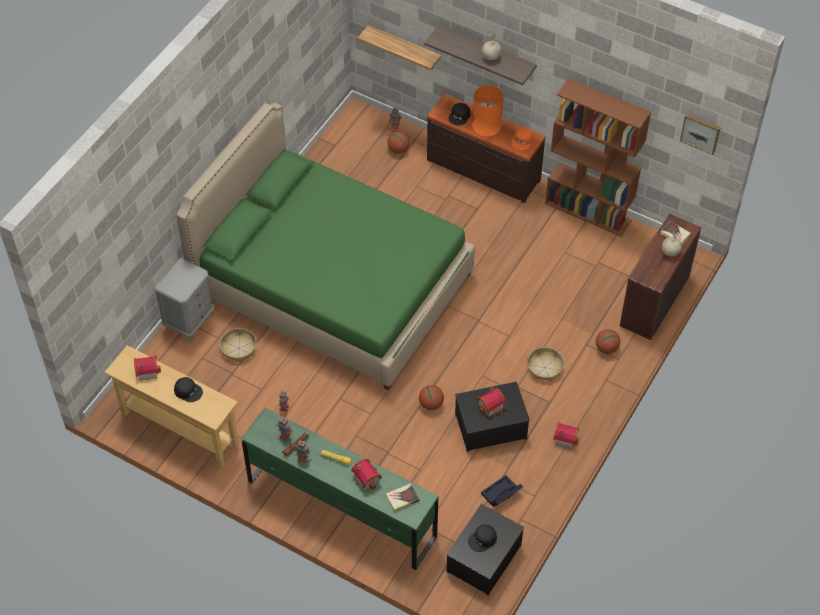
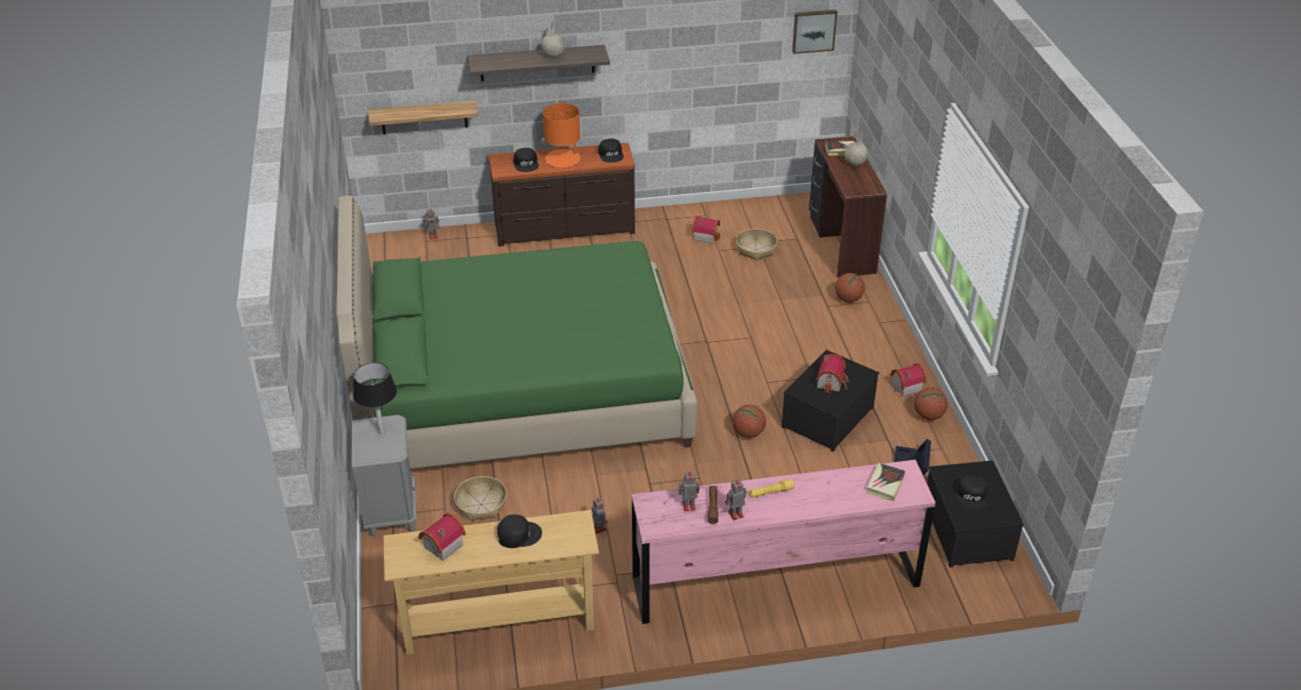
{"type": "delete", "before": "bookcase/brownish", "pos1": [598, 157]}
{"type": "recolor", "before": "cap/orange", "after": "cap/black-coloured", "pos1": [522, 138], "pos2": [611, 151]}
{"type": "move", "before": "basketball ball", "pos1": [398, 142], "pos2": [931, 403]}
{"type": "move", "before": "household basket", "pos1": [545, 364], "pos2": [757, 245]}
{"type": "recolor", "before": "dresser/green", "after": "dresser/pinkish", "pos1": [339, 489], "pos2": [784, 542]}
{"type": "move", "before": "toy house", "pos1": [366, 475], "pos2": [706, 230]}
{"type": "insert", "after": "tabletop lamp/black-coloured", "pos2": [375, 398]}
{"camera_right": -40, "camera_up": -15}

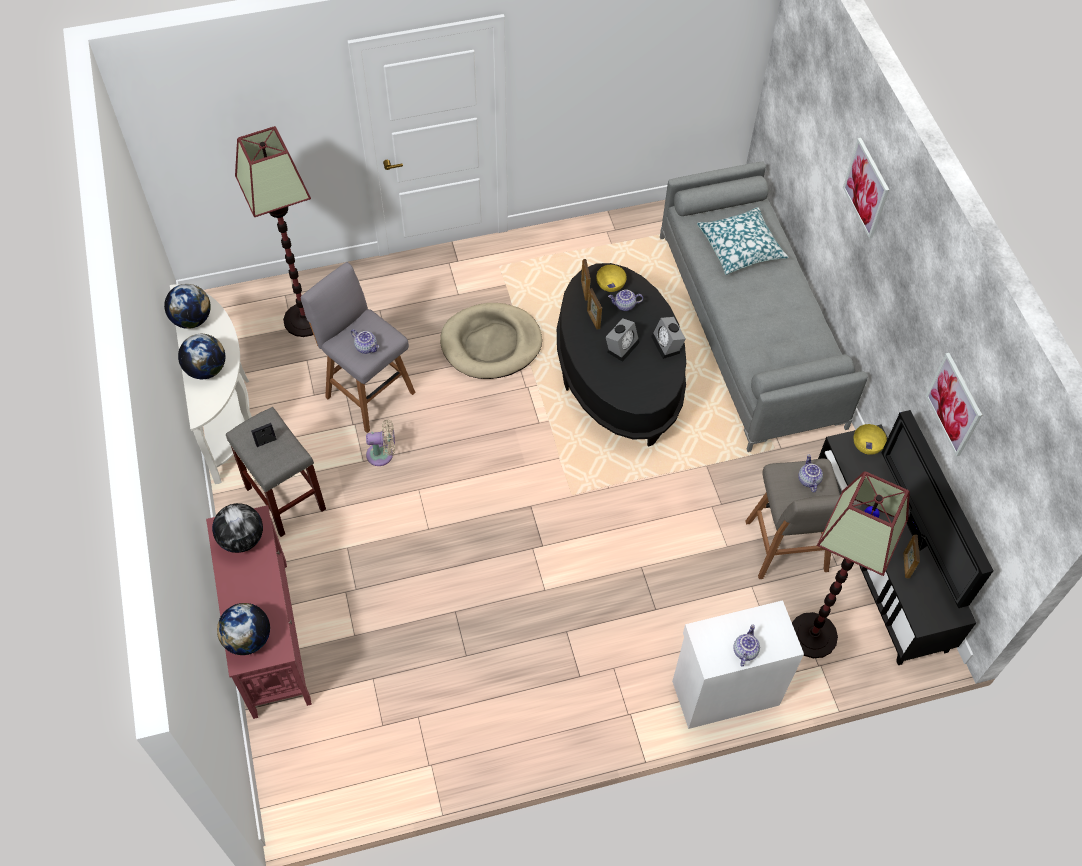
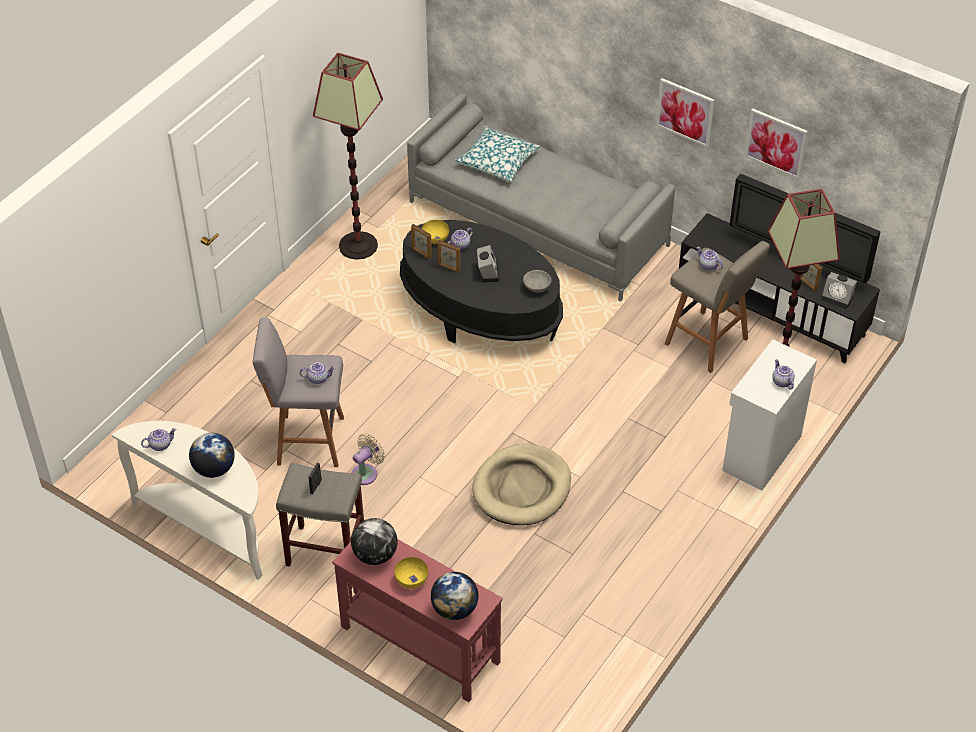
{"type": "move", "before": "floor lamp", "pos1": [274, 231], "pos2": [348, 156]}
{"type": "move", "before": "wall picture", "pos1": [866, 188], "pos2": [685, 112]}
{"type": "replace", "before": "desk globe", "after": "pot for tea", "pos1": [187, 306], "pos2": [158, 439]}
{"type": "move", "before": "dog cushion/beige", "pos1": [491, 341], "pos2": [521, 484]}
{"type": "move", "before": "table clock", "pos1": [668, 338], "pos2": [839, 290]}
{"type": "move", "before": "serving bowl/yellow-coloured", "pos1": [870, 439], "pos2": [411, 573]}
{"type": "insert", "after": "serving bowl/gray", "pos2": [537, 281]}
{"camera_right": -40, "camera_up": -10}

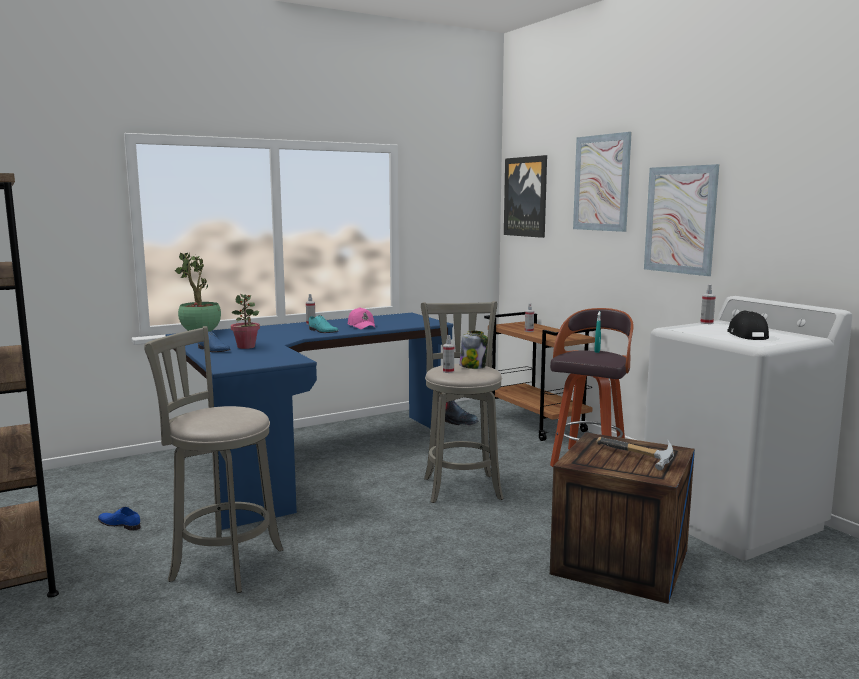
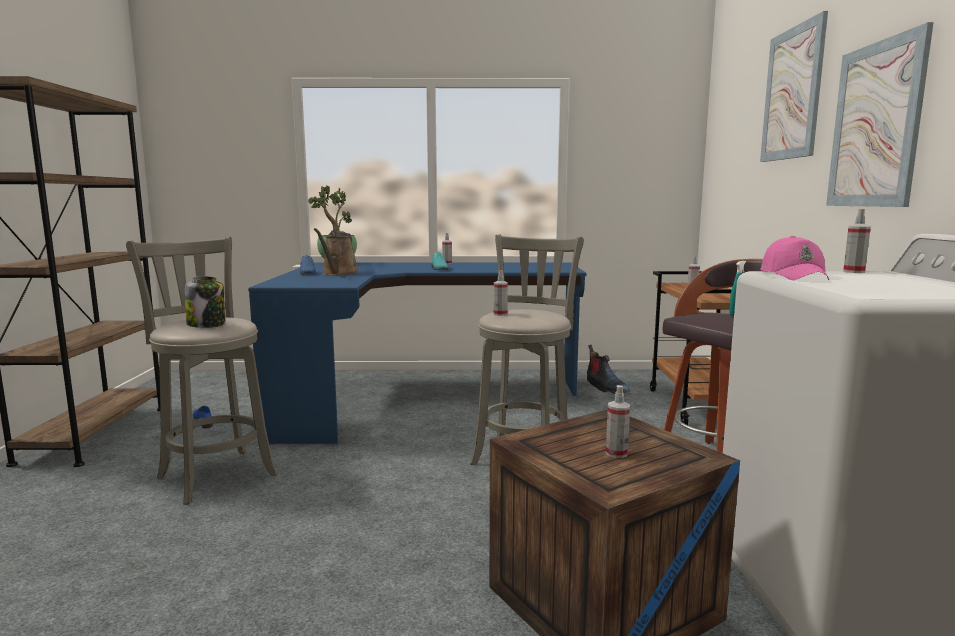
{"type": "delete", "before": "wall picture", "pos1": [525, 196]}
{"type": "replace", "before": "plant in a pot", "after": "watering can/brownish", "pos1": [245, 321], "pos2": [336, 251]}
{"type": "move", "before": "cap/pinkish", "pos1": [361, 318], "pos2": [794, 258]}
{"type": "delete", "before": "cap/black-coloured", "pos1": [748, 325]}
{"type": "move", "before": "jar", "pos1": [473, 349], "pos2": [205, 302]}
{"type": "replace", "before": "hammer", "after": "hand sprayer", "pos1": [635, 454], "pos2": [618, 421]}
{"camera_right": 30, "camera_up": 0}

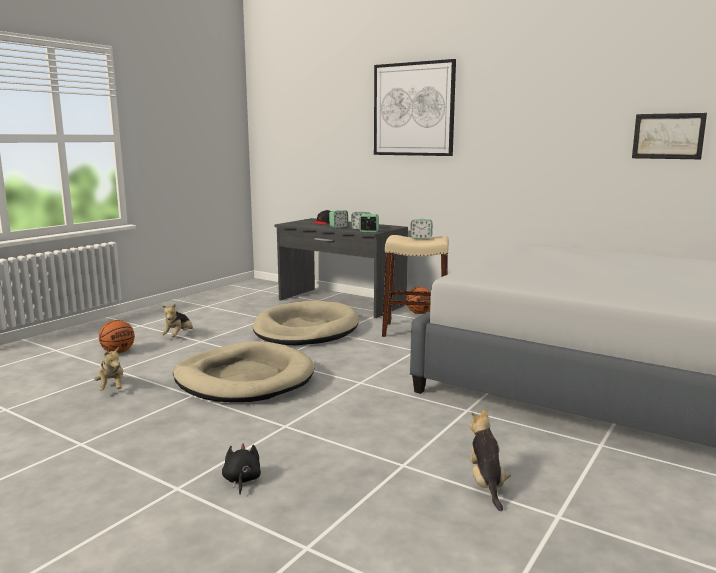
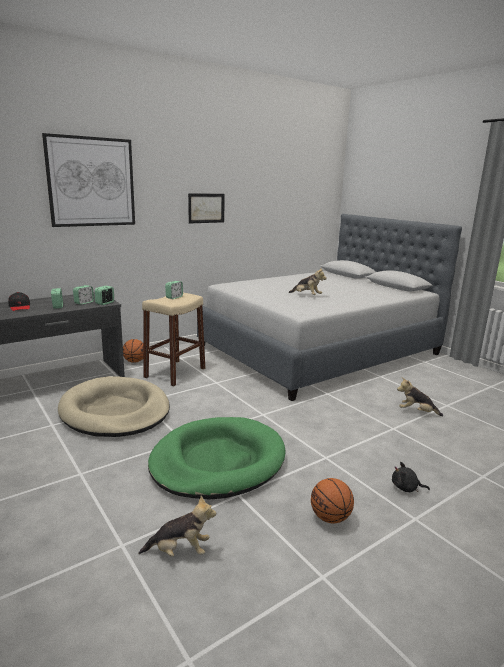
{"type": "move", "before": "wall picture", "pos1": [669, 136], "pos2": [206, 208]}
{"type": "move", "before": "cuddly toy", "pos1": [177, 320], "pos2": [307, 281]}
{"type": "move", "before": "basketball ball", "pos1": [117, 336], "pos2": [332, 500]}
{"type": "recolor", "before": "dog cushion/beige", "after": "dog cushion/green", "pos1": [244, 372], "pos2": [217, 458]}
{"camera_right": -70, "camera_up": 5}

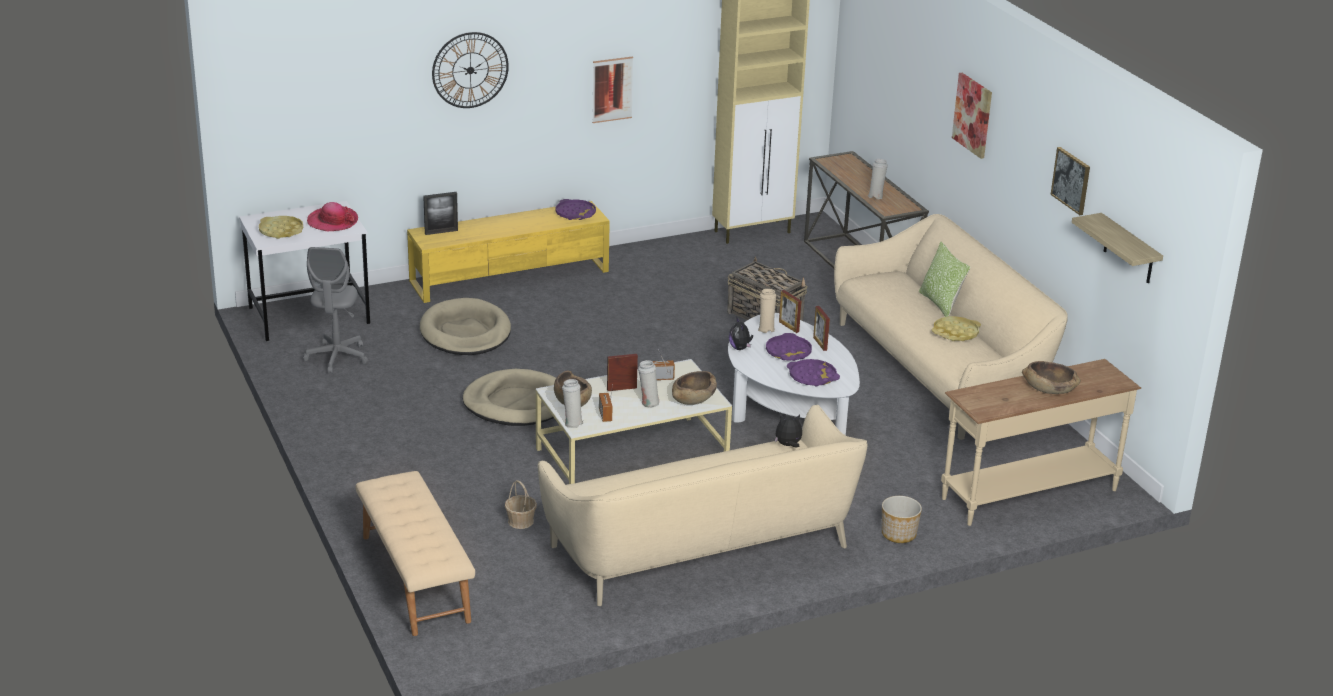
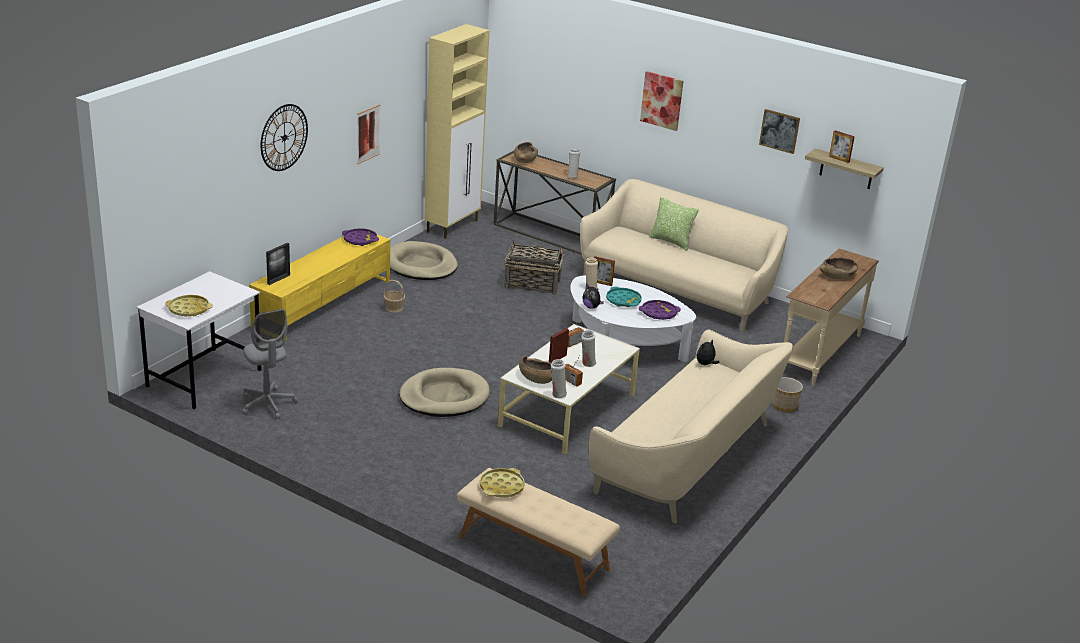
{"type": "delete", "before": "clothing hat", "pos1": [332, 216]}
{"type": "move", "before": "dog cushion/beige", "pos1": [465, 326], "pos2": [424, 260]}
{"type": "move", "before": "picture frame", "pos1": [821, 328], "pos2": [842, 146]}
{"type": "move", "before": "serving tray/yellow-coloured", "pos1": [956, 328], "pos2": [502, 483]}
{"type": "recolor", "before": "serving tray/purplish", "after": "serving tray/turquoise", "pos1": [789, 347], "pos2": [624, 297]}
{"type": "move", "before": "serving bowl/brownish", "pos1": [694, 388], "pos2": [526, 152]}
{"type": "move", "before": "household basket", "pos1": [521, 504], "pos2": [394, 296]}
{"camera_right": -35, "camera_up": 0}

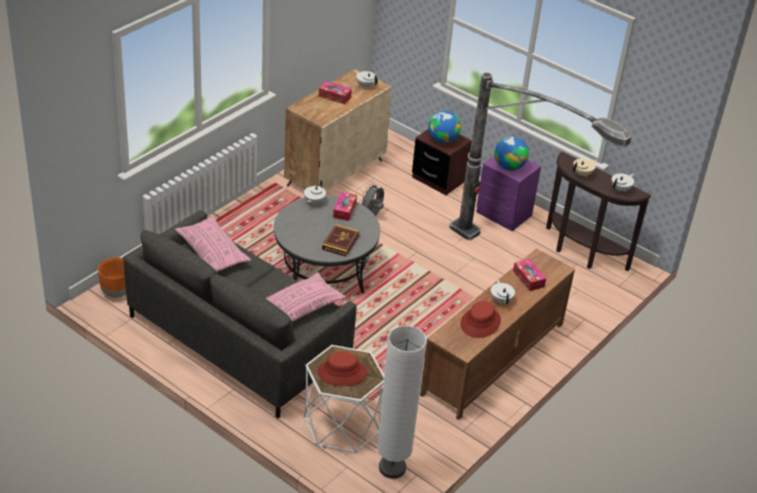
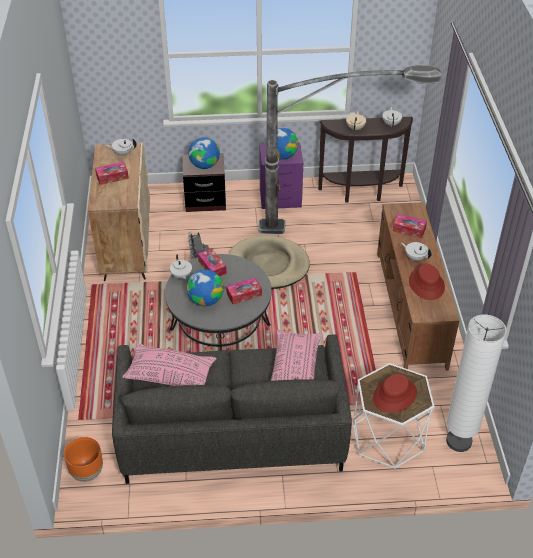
{"type": "replace", "before": "volume", "after": "box of tissues", "pos1": [341, 240], "pos2": [244, 291]}
{"type": "insert", "after": "dog cushion/beige", "pos2": [269, 262]}
{"type": "insert", "after": "desk globe", "pos2": [205, 287]}
{"camera_right": -40, "camera_up": 5}

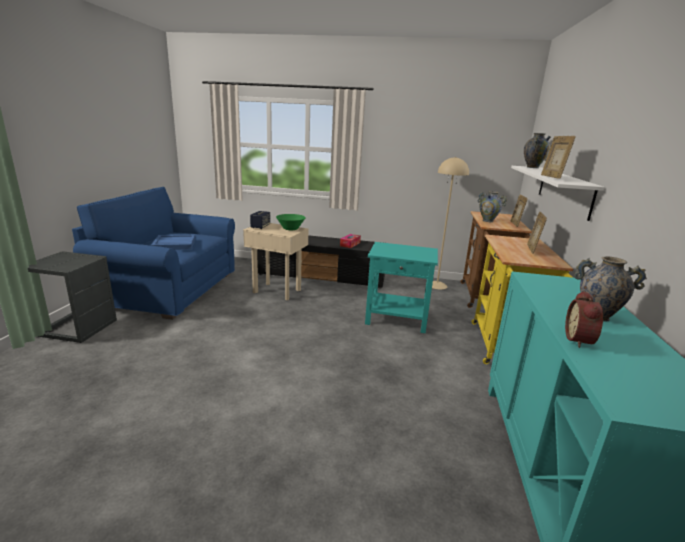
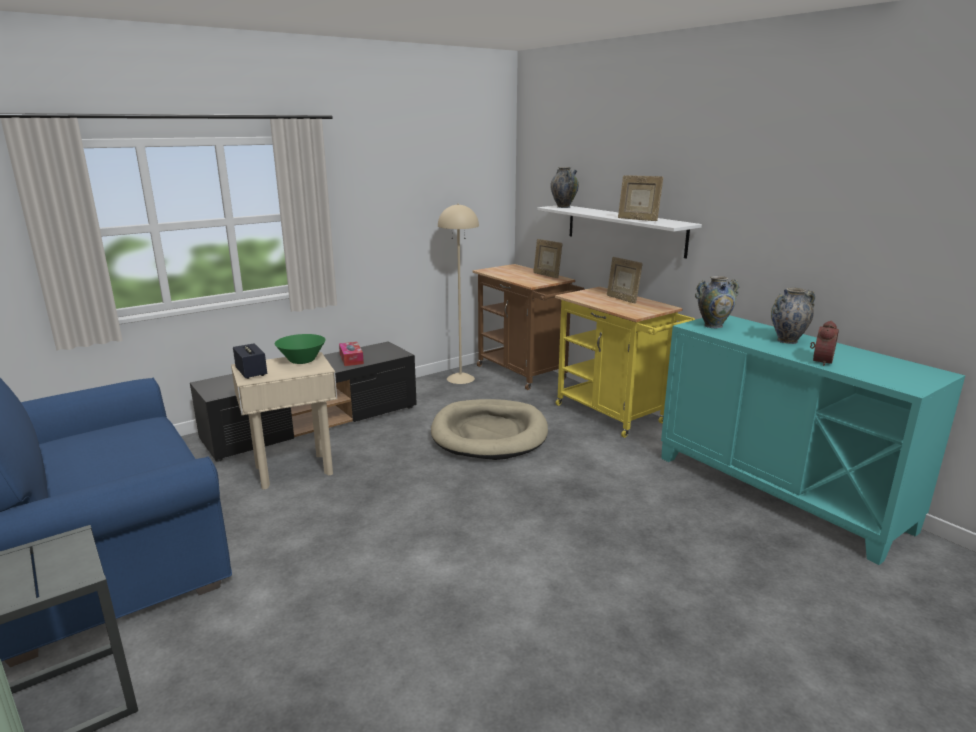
{"type": "move", "before": "flower vase", "pos1": [492, 206], "pos2": [717, 302]}
{"type": "delete", "before": "serving tray/bluish", "pos1": [173, 242]}
{"type": "replace", "before": "accent table/turquoise", "after": "dog cushion/beige", "pos1": [401, 287], "pos2": [489, 429]}
{"type": "rotate", "before": "table clock", "pos1": [584, 319], "pos2": [824, 343], "turn": -120}
{"camera_right": -45, "camera_up": 0}

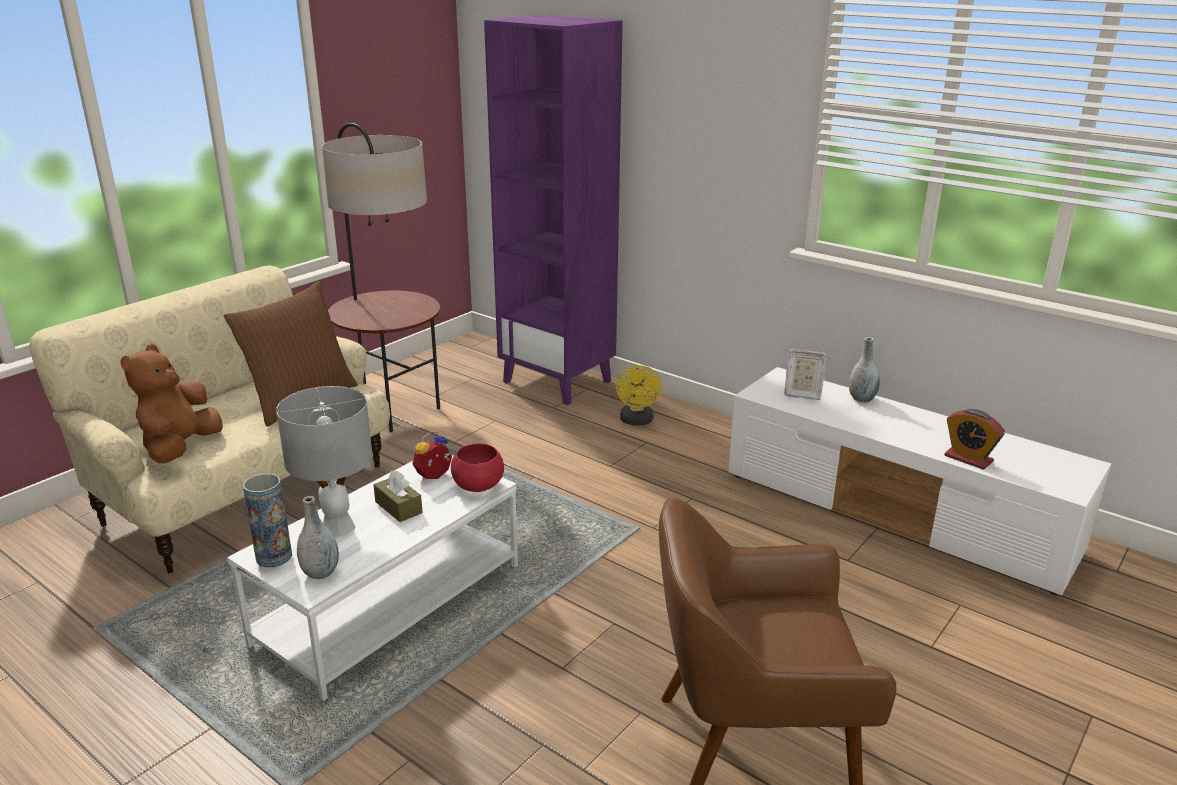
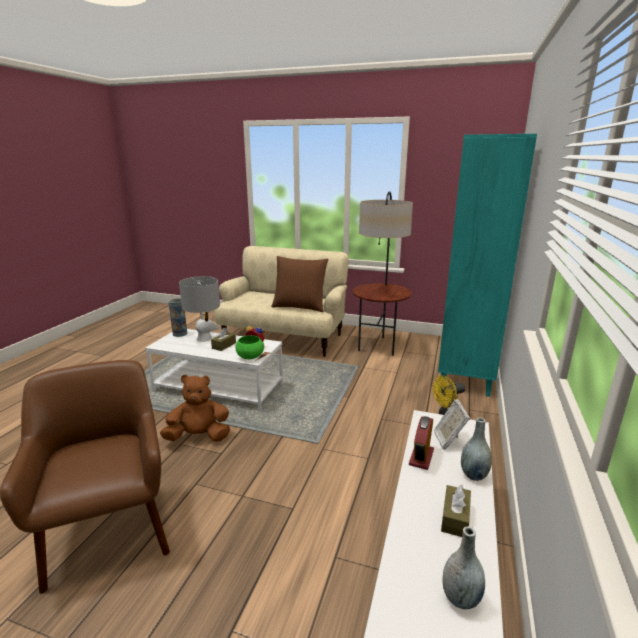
{"type": "recolor", "before": "bookcase/purplish", "after": "bookcase/turquoise", "pos1": [553, 210], "pos2": [487, 265]}
{"type": "move", "before": "cuddly toy/brownish", "pos1": [171, 403], "pos2": [195, 408]}
{"type": "move", "before": "table clock", "pos1": [974, 439], "pos2": [421, 443]}
{"type": "recolor", "before": "serving bowl/red", "after": "serving bowl/green", "pos1": [477, 467], "pos2": [249, 347]}
{"type": "move", "before": "flower vase/gray", "pos1": [318, 537], "pos2": [464, 567]}
{"type": "insert", "after": "box of tissues/brownish", "pos2": [456, 511]}
{"camera_right": 70, "camera_up": -5}

